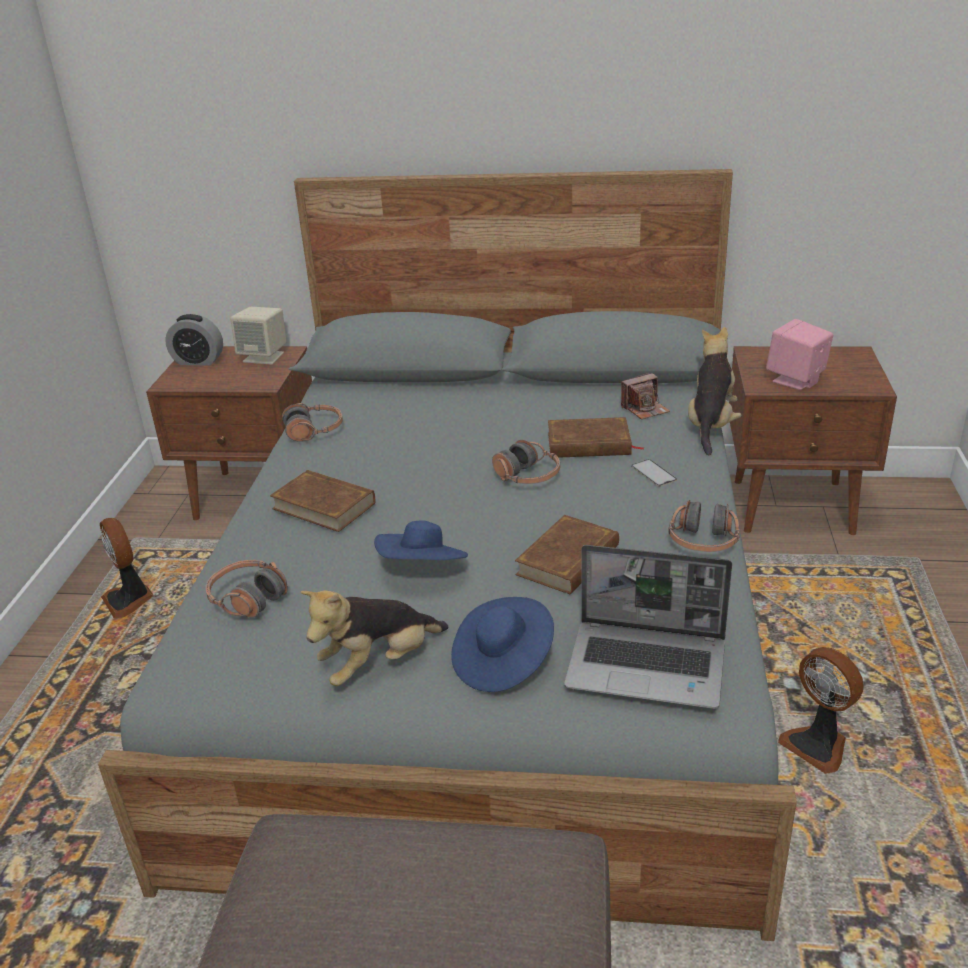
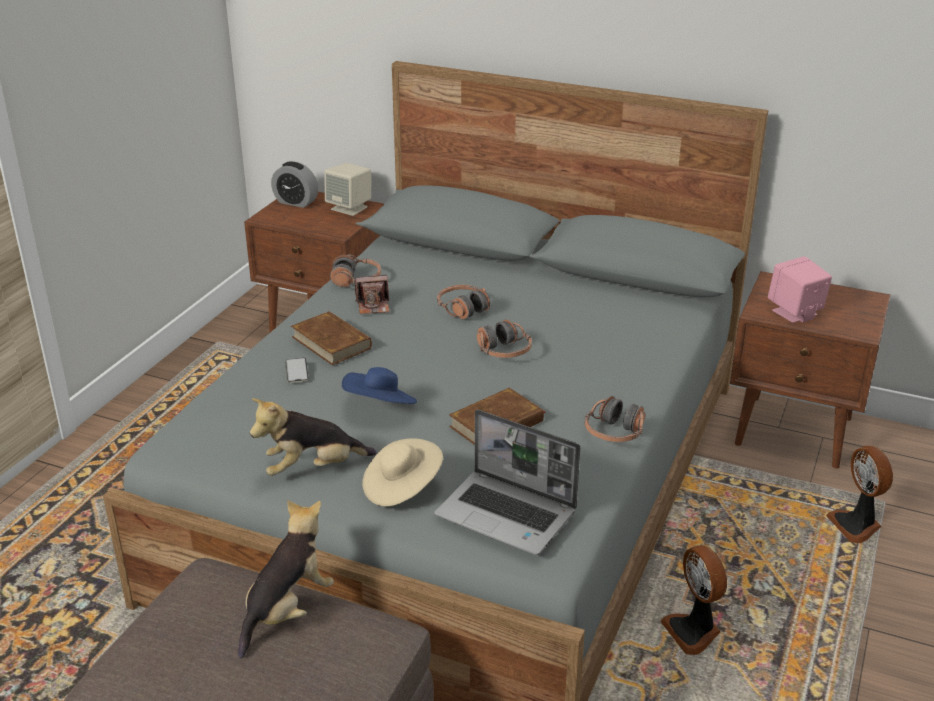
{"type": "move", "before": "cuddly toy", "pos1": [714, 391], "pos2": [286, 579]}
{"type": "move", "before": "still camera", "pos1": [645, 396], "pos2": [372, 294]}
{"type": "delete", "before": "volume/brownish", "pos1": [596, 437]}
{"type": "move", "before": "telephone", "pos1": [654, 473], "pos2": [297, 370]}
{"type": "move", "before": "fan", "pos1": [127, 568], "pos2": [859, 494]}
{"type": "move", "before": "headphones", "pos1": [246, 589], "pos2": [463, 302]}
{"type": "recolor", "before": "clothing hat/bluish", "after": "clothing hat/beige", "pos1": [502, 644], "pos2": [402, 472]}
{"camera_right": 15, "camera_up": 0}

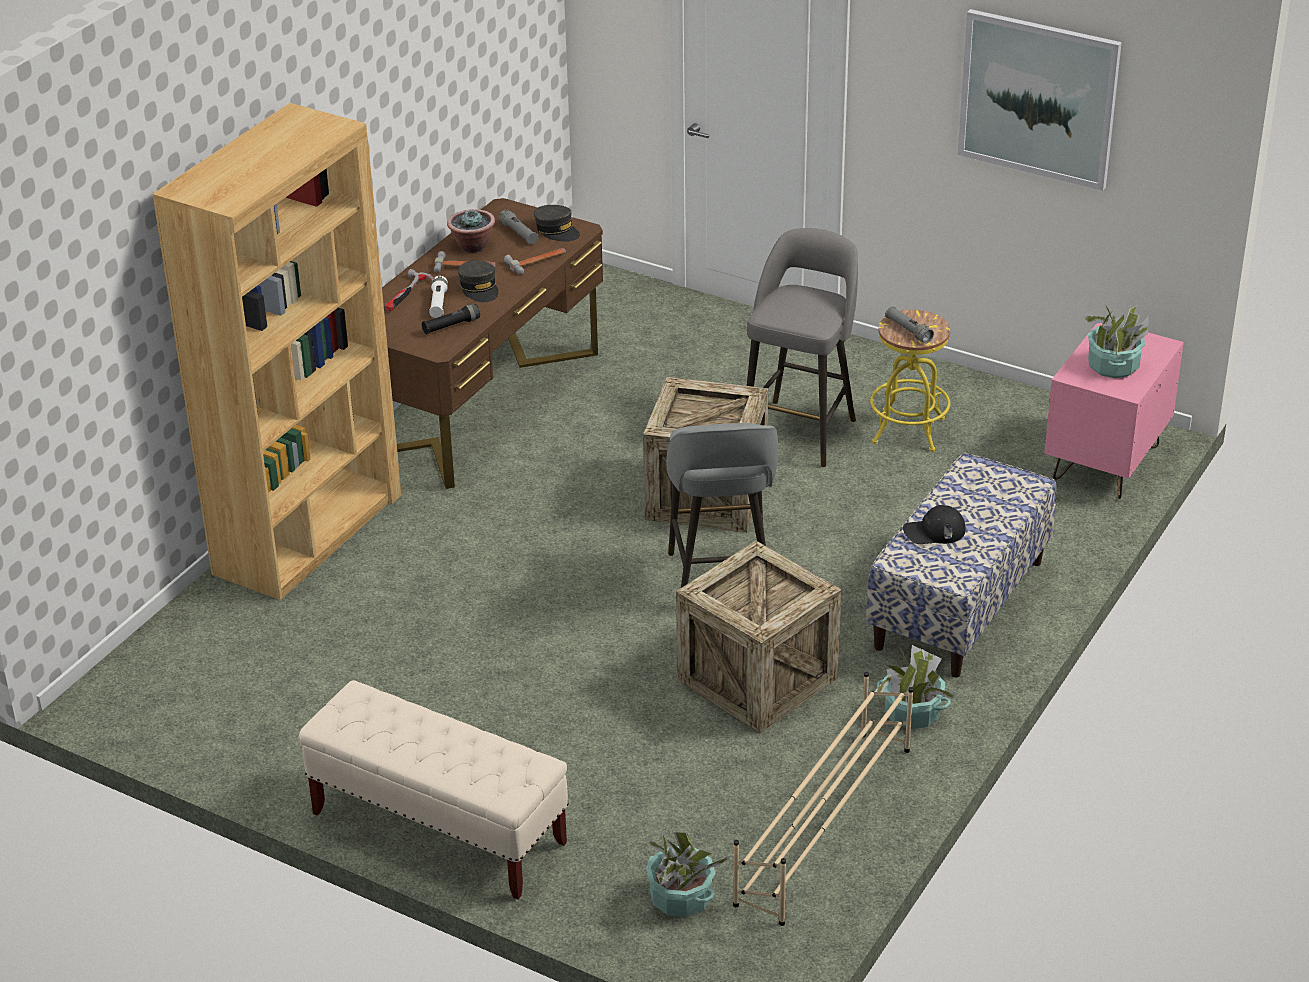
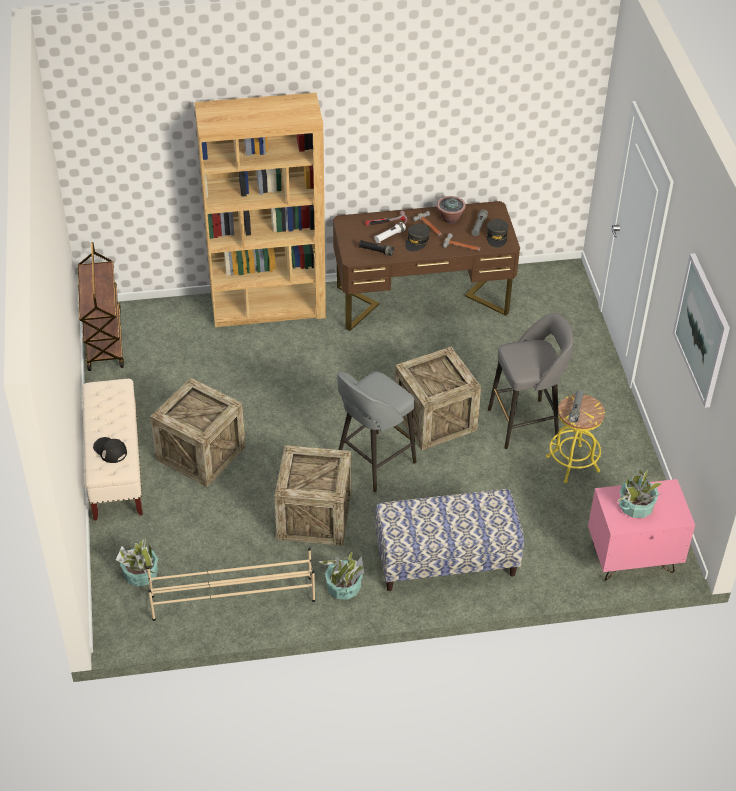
{"type": "move", "before": "cap/black-coloured", "pos1": [934, 524], "pos2": [110, 450]}
{"type": "insert", "after": "trolley/brownish", "pos2": [101, 306]}
{"type": "insert", "after": "crate", "pos2": [198, 432]}
{"camera_right": 50, "camera_up": 10}

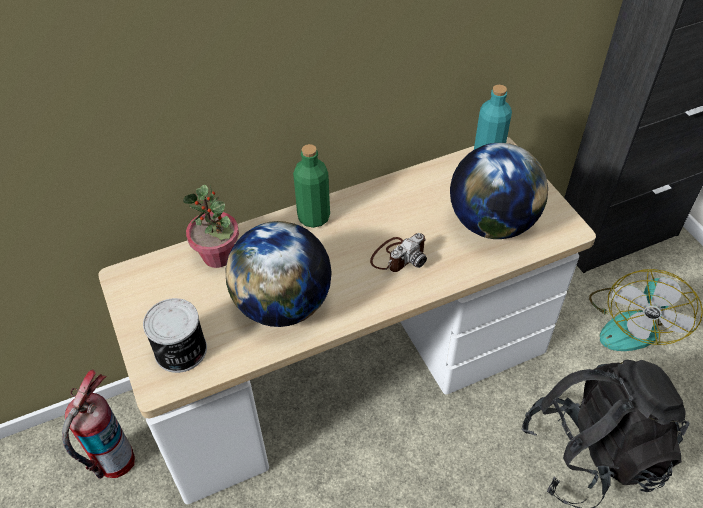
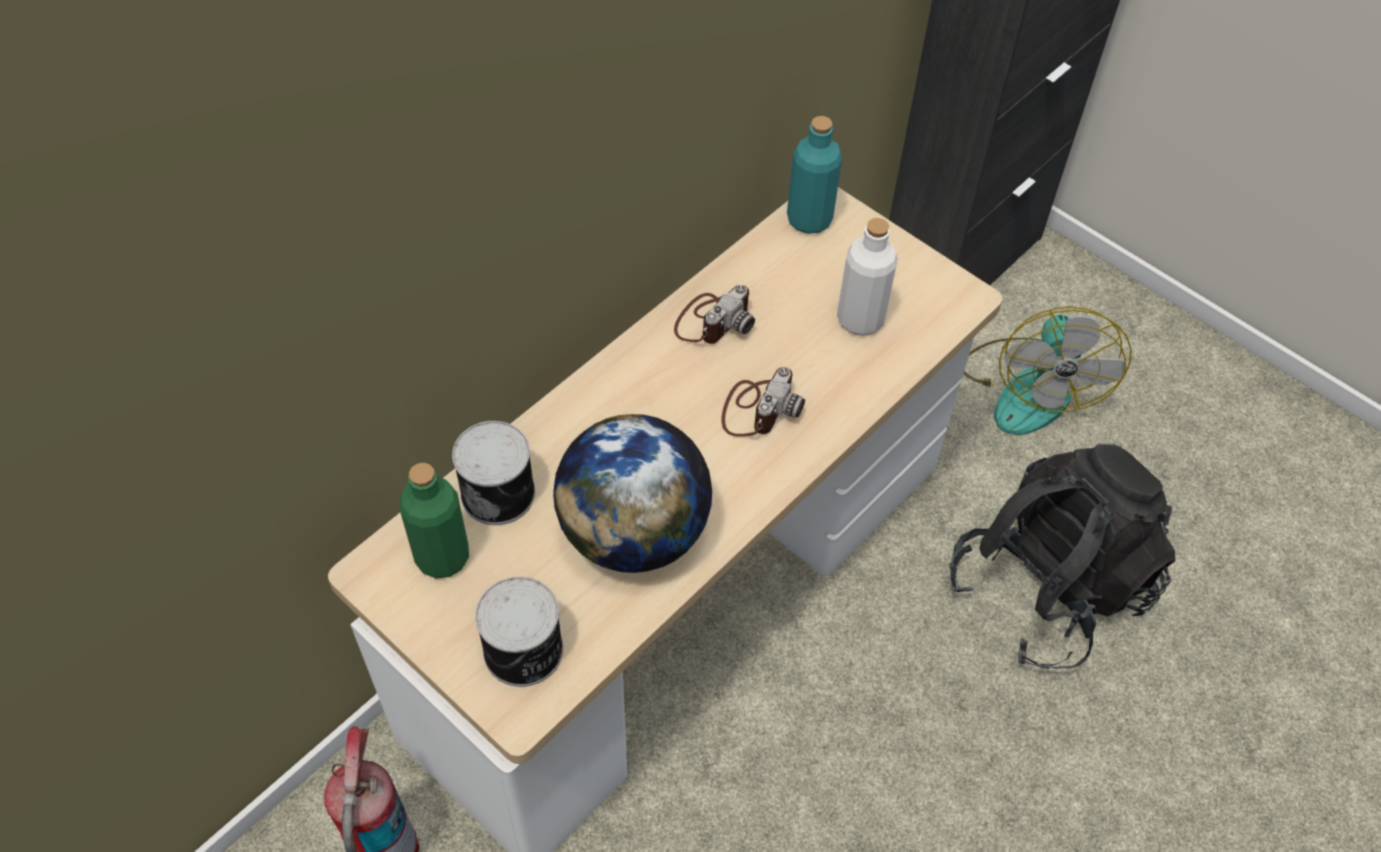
{"type": "replace", "before": "desk globe", "after": "drink bottle/white-coloured", "pos1": [499, 191], "pos2": [867, 277]}
{"type": "move", "before": "drink bottle/green", "pos1": [311, 186], "pos2": [434, 521]}
{"type": "replace", "before": "plant in a pot", "after": "sealed can", "pos1": [211, 226], "pos2": [493, 473]}
{"type": "insert", "after": "still camera", "pos2": [714, 314]}
{"camera_right": -25, "camera_up": 5}

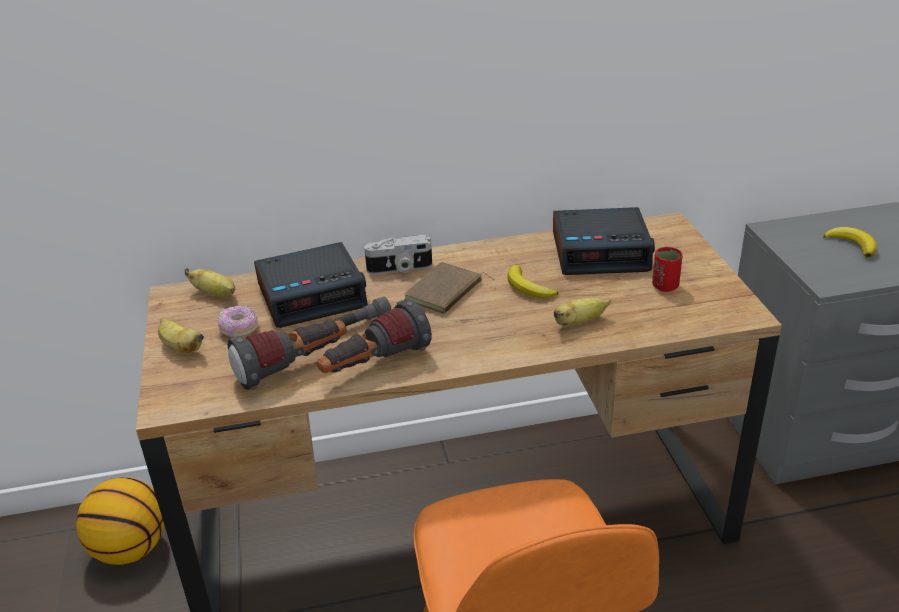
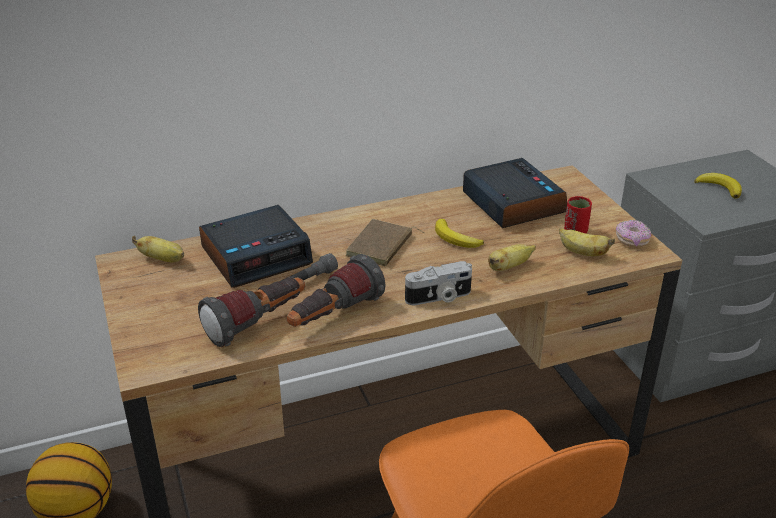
{"type": "rotate", "before": "table clock", "pos1": [604, 241], "pos2": [515, 193], "turn": -105}
{"type": "move", "before": "still camera", "pos1": [398, 254], "pos2": [438, 283]}
{"type": "move", "before": "doughnut", "pos1": [238, 321], "pos2": [633, 233]}
{"type": "move", "before": "banana", "pos1": [181, 335], "pos2": [587, 242]}
{"camera_right": -10, "camera_up": 0}

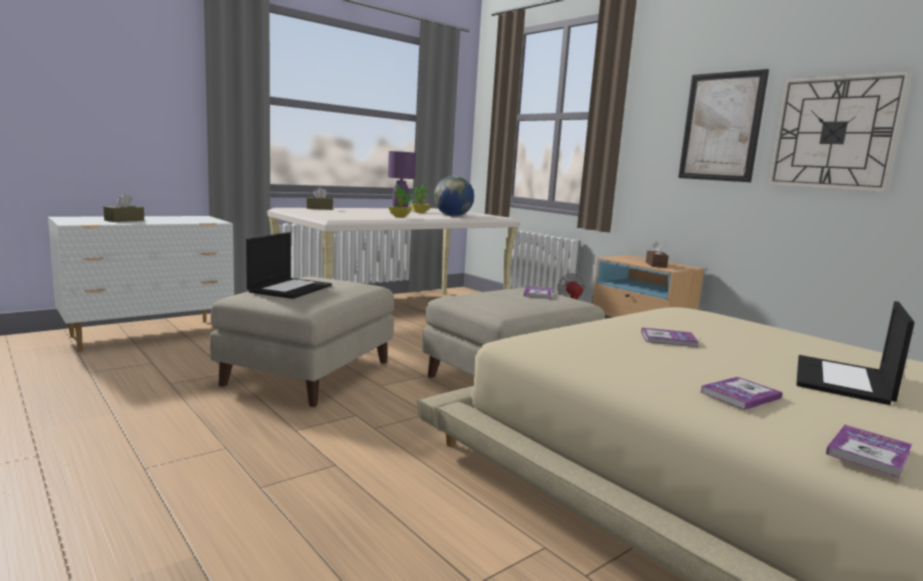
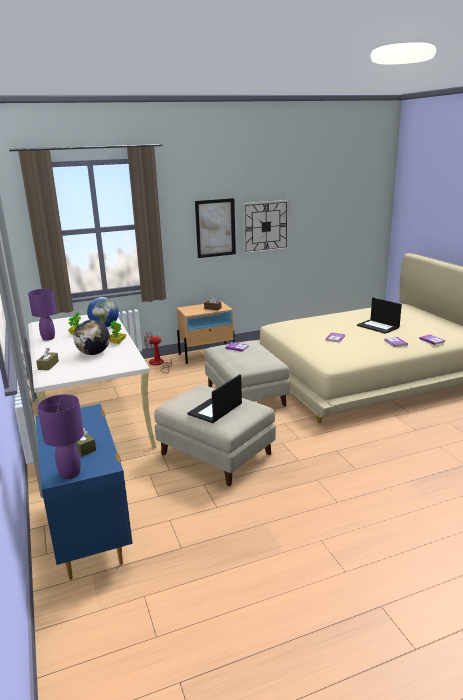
{"type": "recolor", "before": "dresser/white-coloured", "after": "dresser/bluish", "pos1": [141, 284], "pos2": [84, 492]}
{"type": "rotate", "before": "laptop", "pos1": [289, 265], "pos2": [214, 398], "turn": -90}
{"type": "insert", "after": "desk globe", "pos2": [92, 337]}
{"type": "insert", "after": "tabletop lamp/purplish", "pos2": [60, 436]}
{"camera_right": -70, "camera_up": 10}

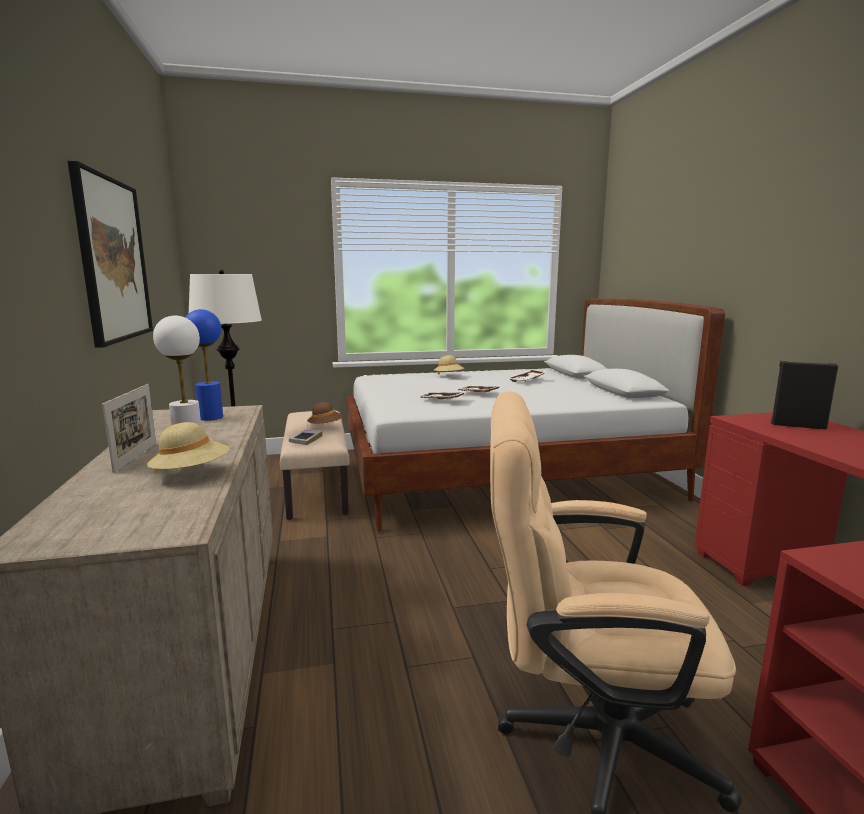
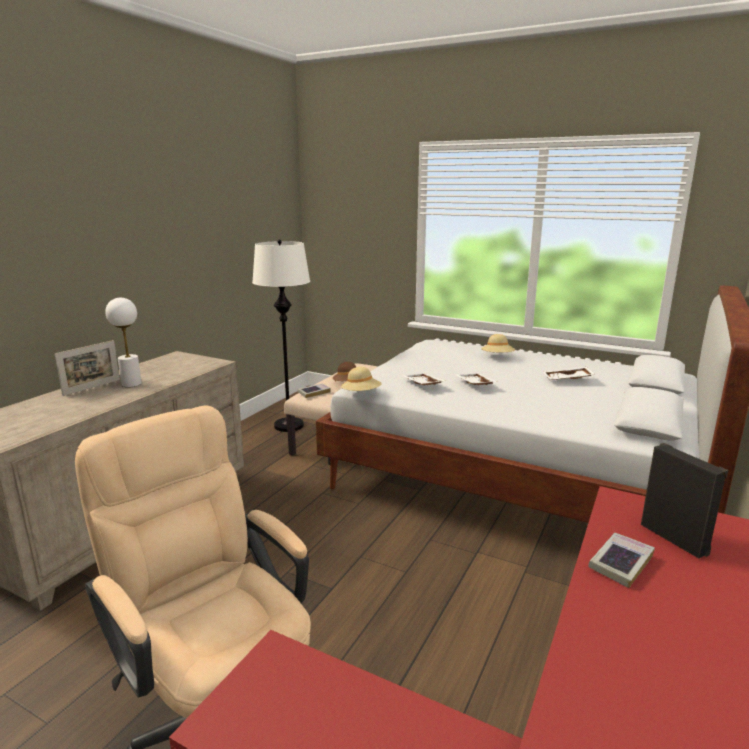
{"type": "delete", "before": "wall picture", "pos1": [110, 254]}
{"type": "delete", "before": "tabletop lamp/bluish", "pos1": [204, 365]}
{"type": "move", "before": "clothing hat/beige", "pos1": [188, 447], "pos2": [361, 379]}
{"type": "insert", "after": "volume", "pos2": [621, 560]}
{"camera_right": 40, "camera_up": 5}

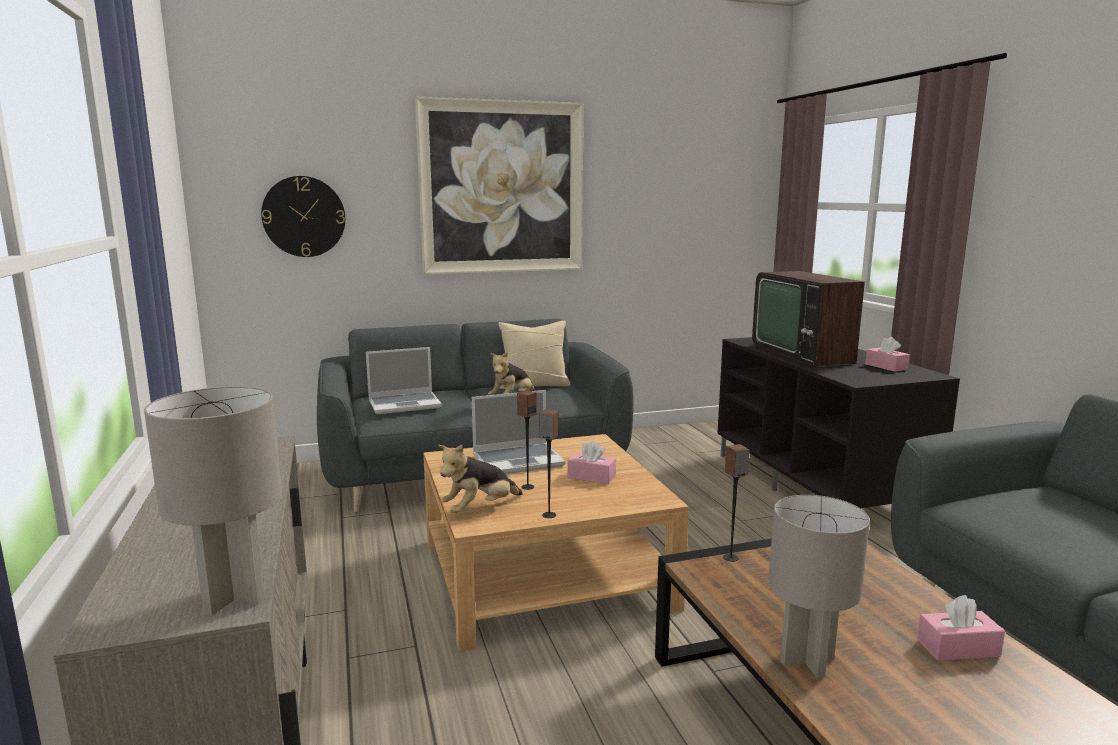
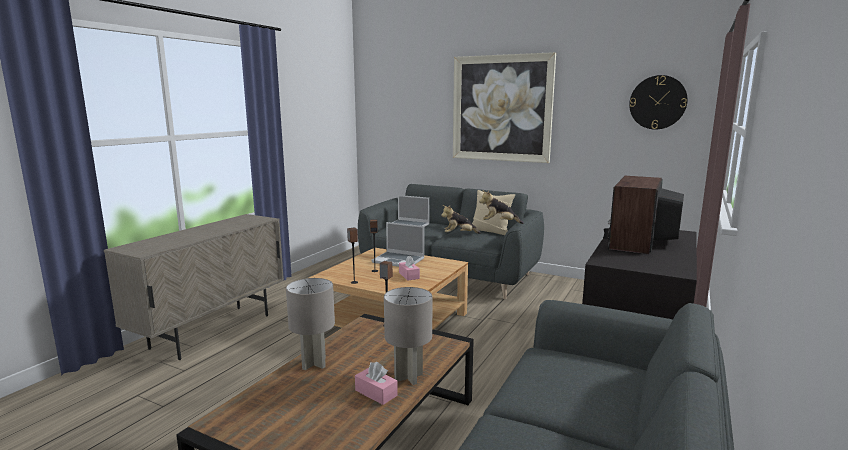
{"type": "move", "before": "wall clock", "pos1": [303, 216], "pos2": [658, 102]}
{"type": "delete", "before": "box of tissues/pinkish", "pos1": [887, 354]}
{"type": "move", "before": "tabletop lamp/gray", "pos1": [213, 501], "pos2": [408, 336]}
{"type": "move", "before": "cuddly toy", "pos1": [480, 478], "pos2": [501, 207]}
{"camera_right": 45, "camera_up": 0}

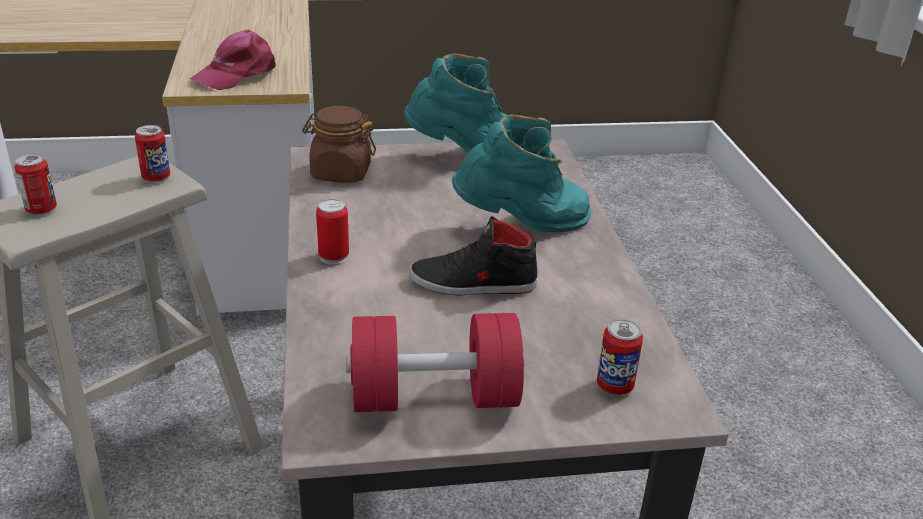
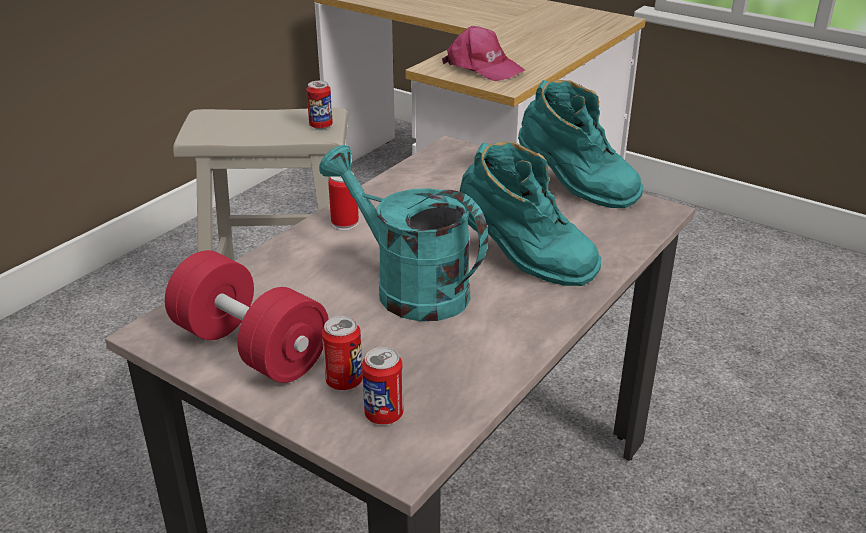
{"type": "rotate", "before": "cap/pinkish", "pos1": [233, 60], "pos2": [483, 53], "turn": -135}
{"type": "delete", "before": "jar/brownish", "pos1": [339, 144]}
{"type": "move", "before": "sealed can", "pos1": [35, 184], "pos2": [342, 353]}
{"type": "replace", "before": "item of footwear/black-coloured", "after": "watering can/turquoise", "pos1": [473, 256], "pos2": [403, 233]}
{"camera_right": 45, "camera_up": 0}

